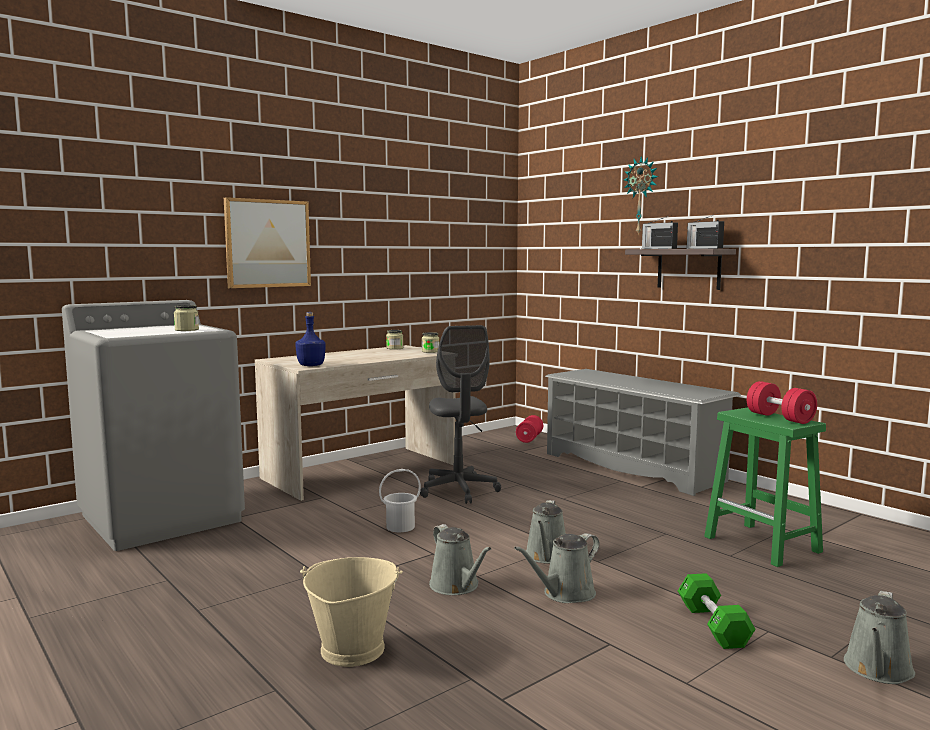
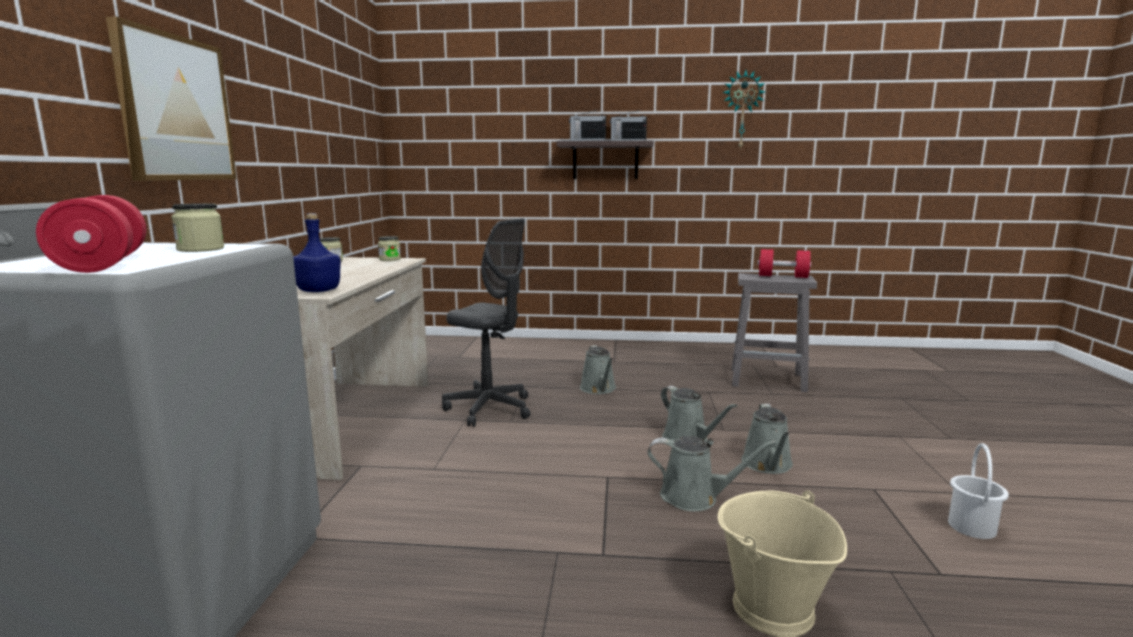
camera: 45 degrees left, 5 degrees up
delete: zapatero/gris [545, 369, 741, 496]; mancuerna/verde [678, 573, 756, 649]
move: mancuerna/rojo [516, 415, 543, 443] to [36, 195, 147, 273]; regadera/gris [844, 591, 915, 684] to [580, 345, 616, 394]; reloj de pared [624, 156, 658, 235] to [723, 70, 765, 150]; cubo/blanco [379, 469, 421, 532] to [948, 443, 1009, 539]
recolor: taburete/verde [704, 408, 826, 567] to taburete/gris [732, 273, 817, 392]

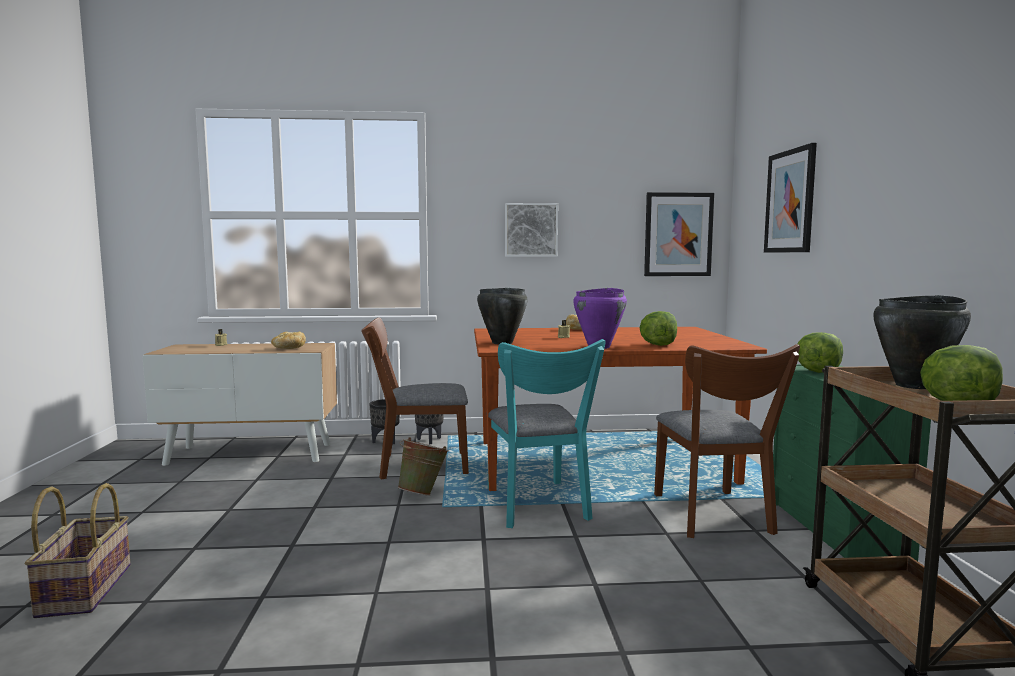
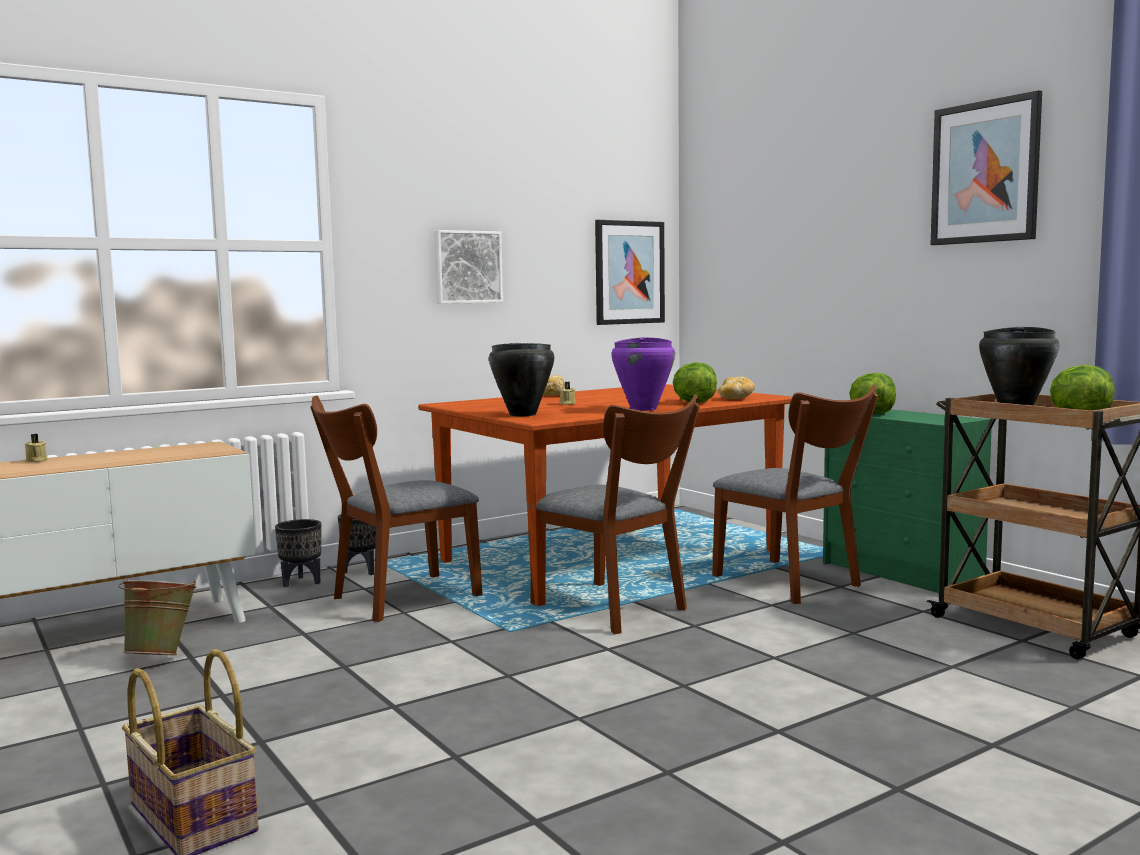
camera: 30 degrees left, 0 degrees up
move: cubo/verde [398, 437, 449, 496] to [118, 579, 197, 655]; pan [271, 332, 306, 349] to [718, 377, 755, 399]; cuadro [764, 143, 817, 252] to [931, 90, 1042, 245]
recolor: silla/turquesa [488, 339, 606, 528] to silla/marrón [529, 394, 700, 634]

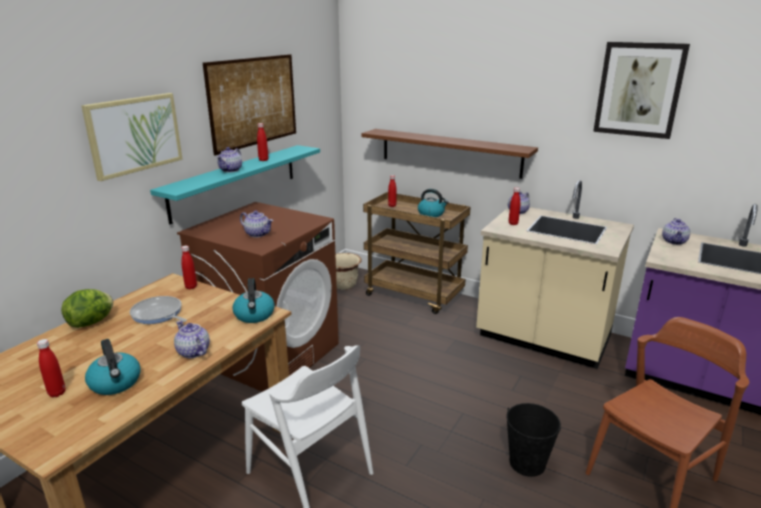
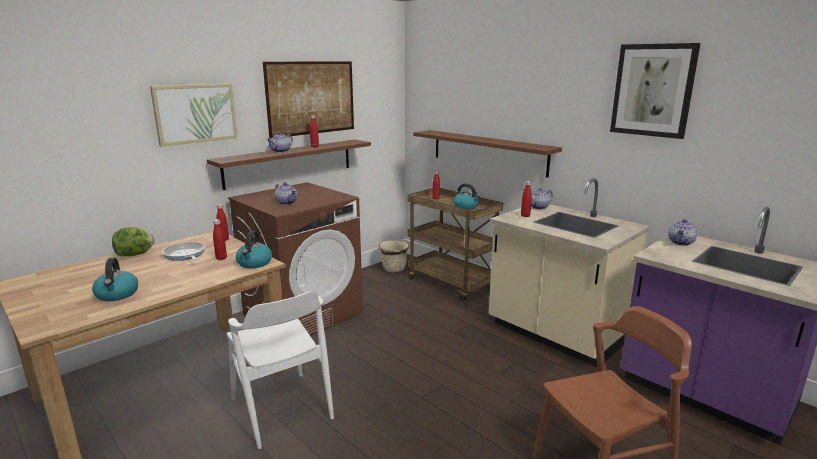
camera: 15 degrees right, 5 degrees down
delete: tetera [174, 321, 210, 358]; cubo/negro [506, 403, 561, 477]
move: botella/rojo [37, 339, 66, 397] to [213, 219, 227, 260]
recolor: estante/turquesa [150, 145, 320, 224] to estante/marrón [207, 139, 371, 190]

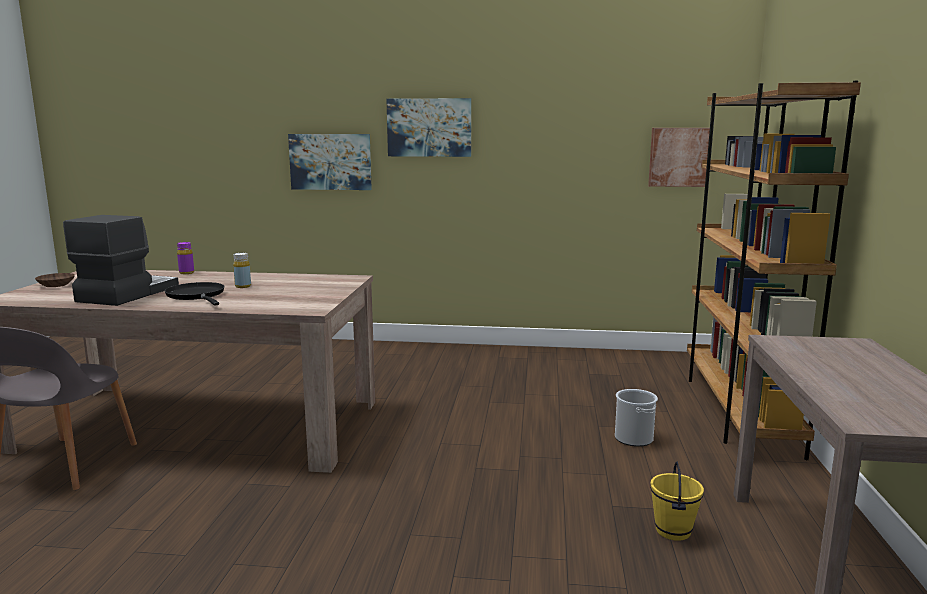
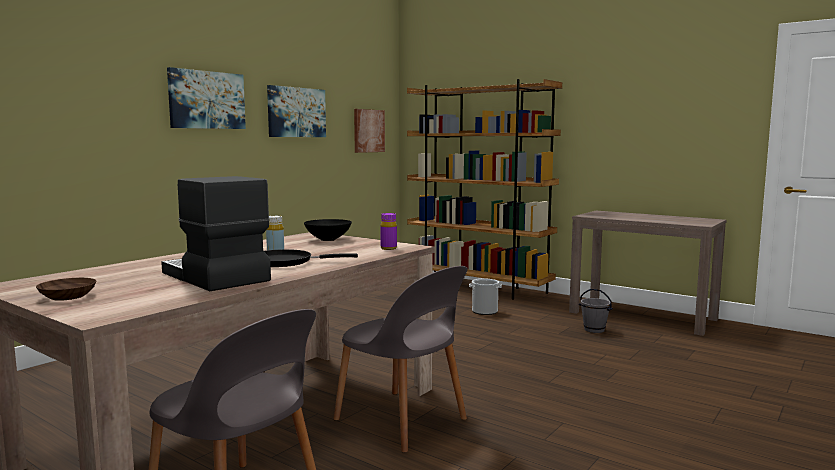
camera: 60 degrees left, 5 degrees down
insert: cuenco/negro [304, 219, 352, 241]; silla/gris [333, 266, 468, 453]
move: cuadro [288, 134, 372, 190] to [267, 85, 326, 137]; botella/morado [177, 242, 194, 274] to [380, 213, 397, 250]
recolor: cubo/amarillo [650, 462, 704, 541] to cubo/gris [579, 289, 613, 333]

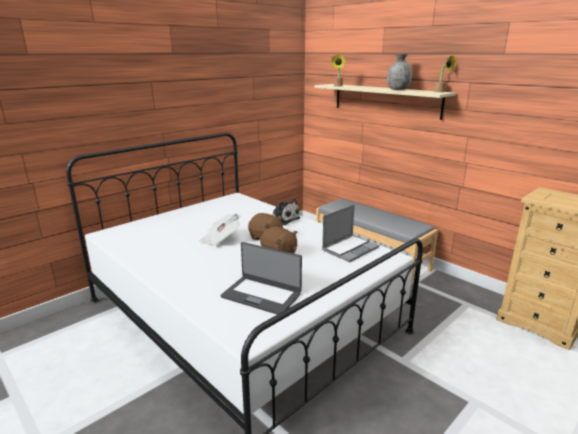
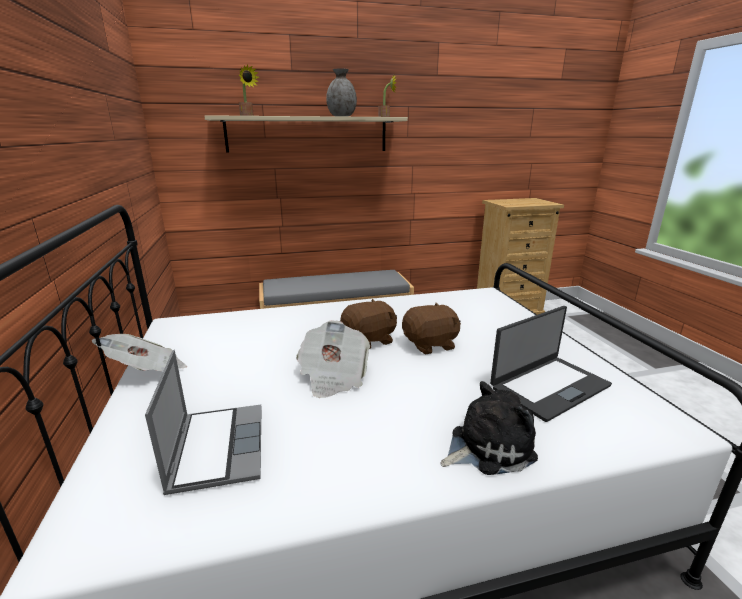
camera: 60 degrees left, 0 degrees up
insert: periódico [92, 334, 188, 371]
move: portátil [322, 204, 379, 262] to [145, 350, 262, 495]; peluche [273, 199, 300, 225] to [441, 381, 538, 475]

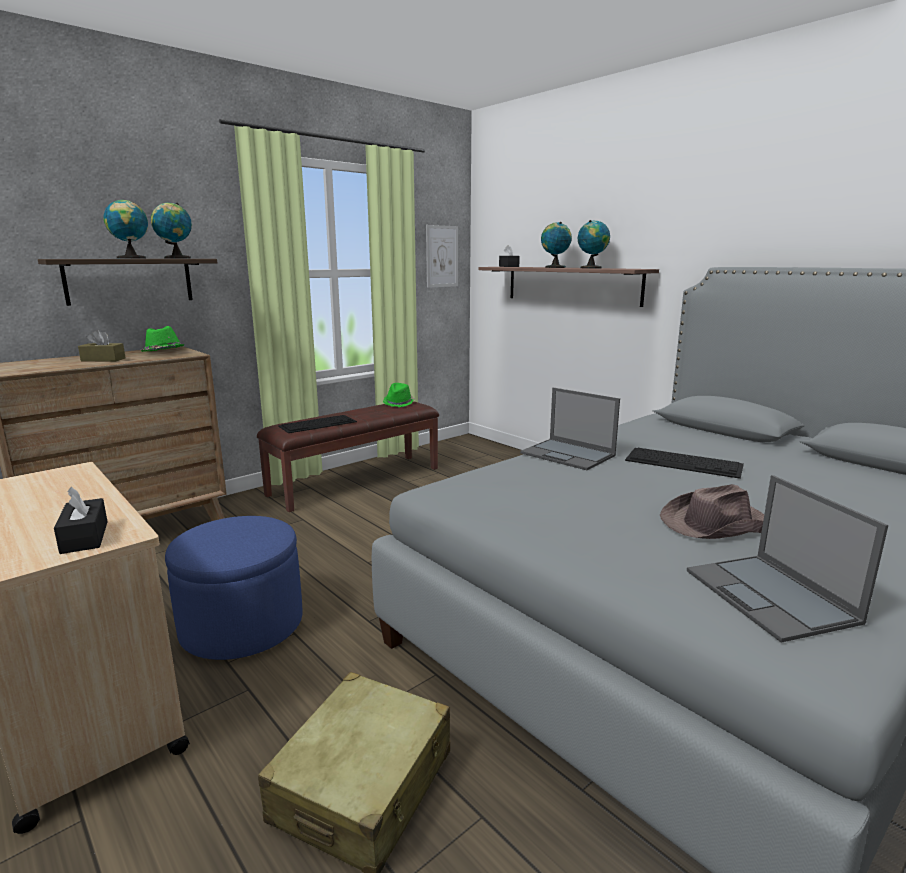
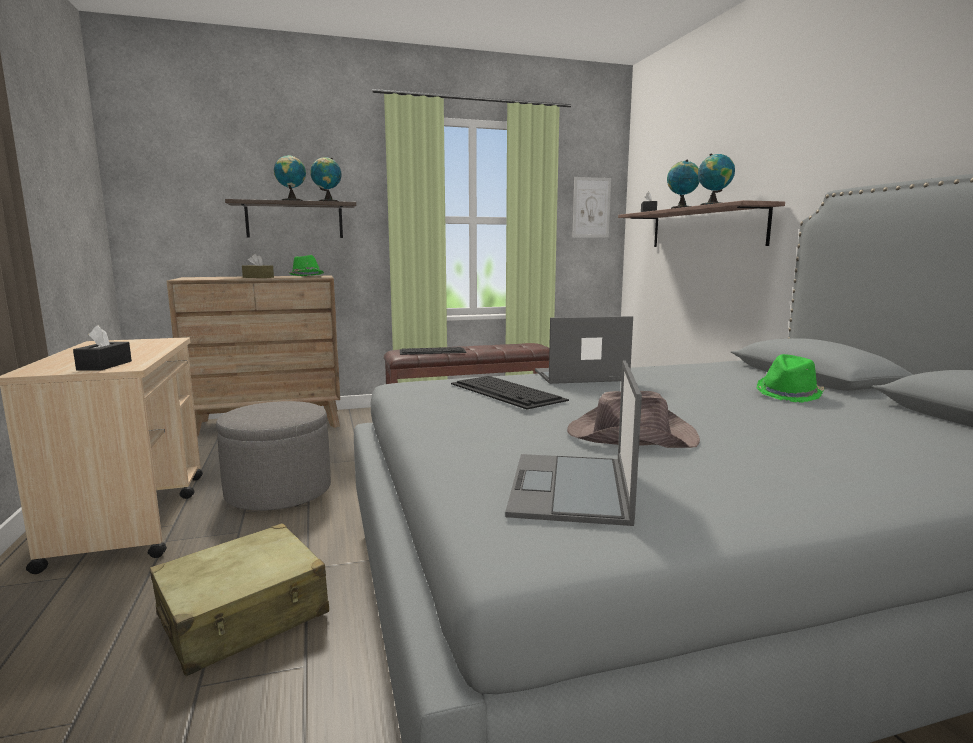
camera: 25 degrees right, 5 degrees down
move: teclado [625, 448, 744, 479] to [451, 376, 569, 410]; sombrero/verde [383, 383, 415, 407] to [756, 354, 824, 403]
recolor: puf/azul [165, 516, 303, 660] to puf/gris [216, 401, 331, 511]
rotate: portátil [520, 388, 620, 470] = [535, 316, 633, 384] 105 degrees clockwise

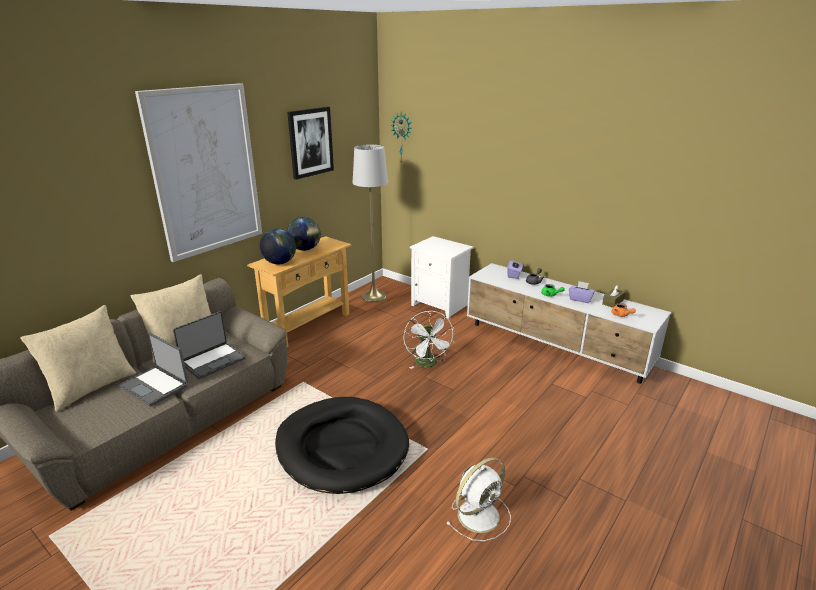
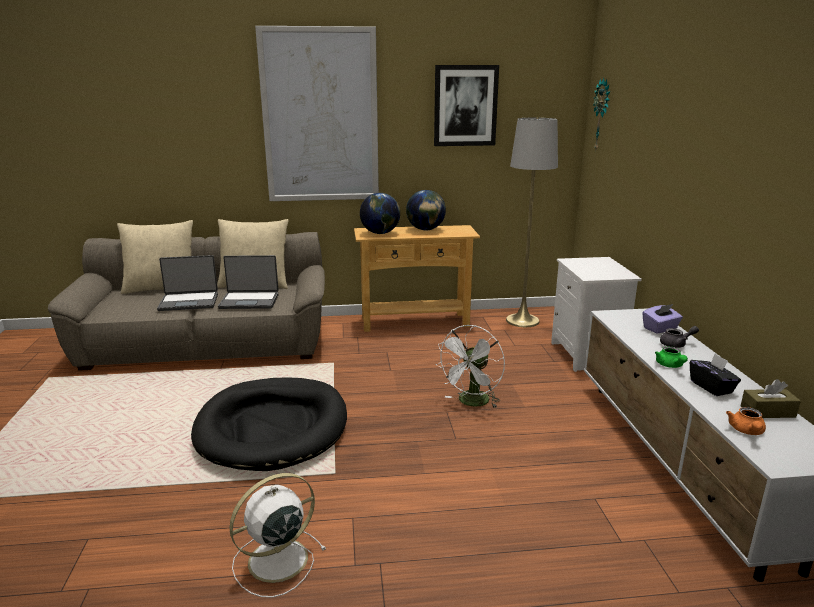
camera: 45 degrees right, 5 degrees down
recolor: caja de pañuelos/morado [569, 281, 595, 303] to caja de pañuelos/negro [690, 353, 741, 396]
rotate: portátil [119, 333, 188, 407] = [157, 255, 218, 311] 90 degrees counterclockwise; ventilador/blanco [446, 457, 511, 541] = [230, 473, 326, 598] 135 degrees clockwise

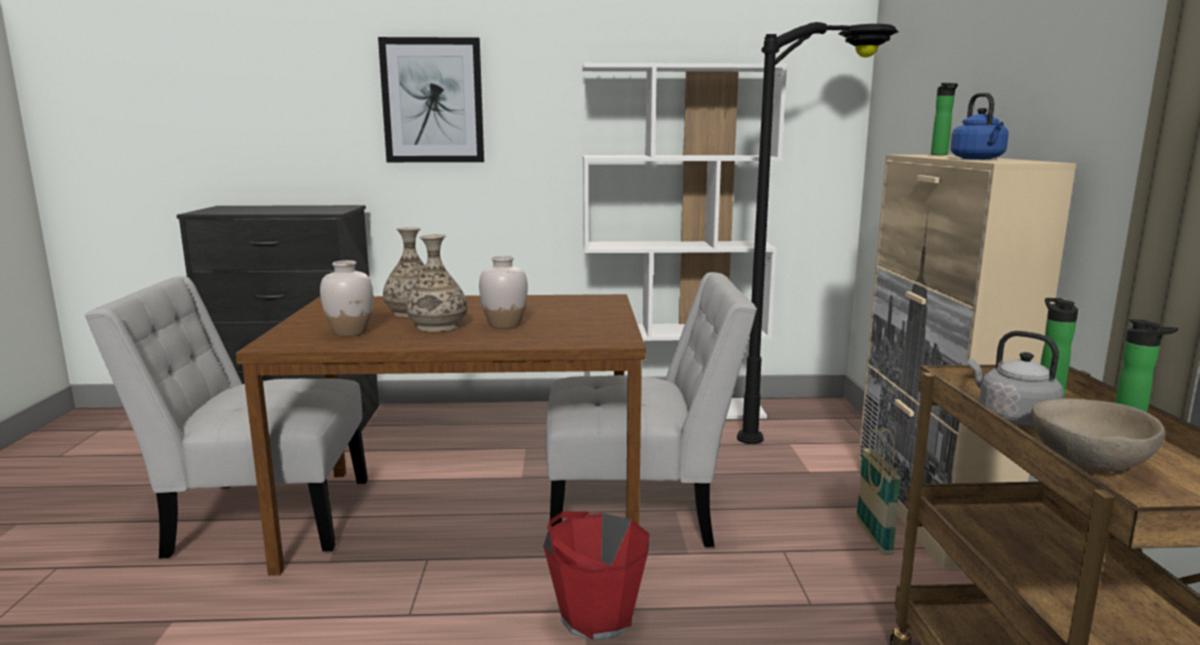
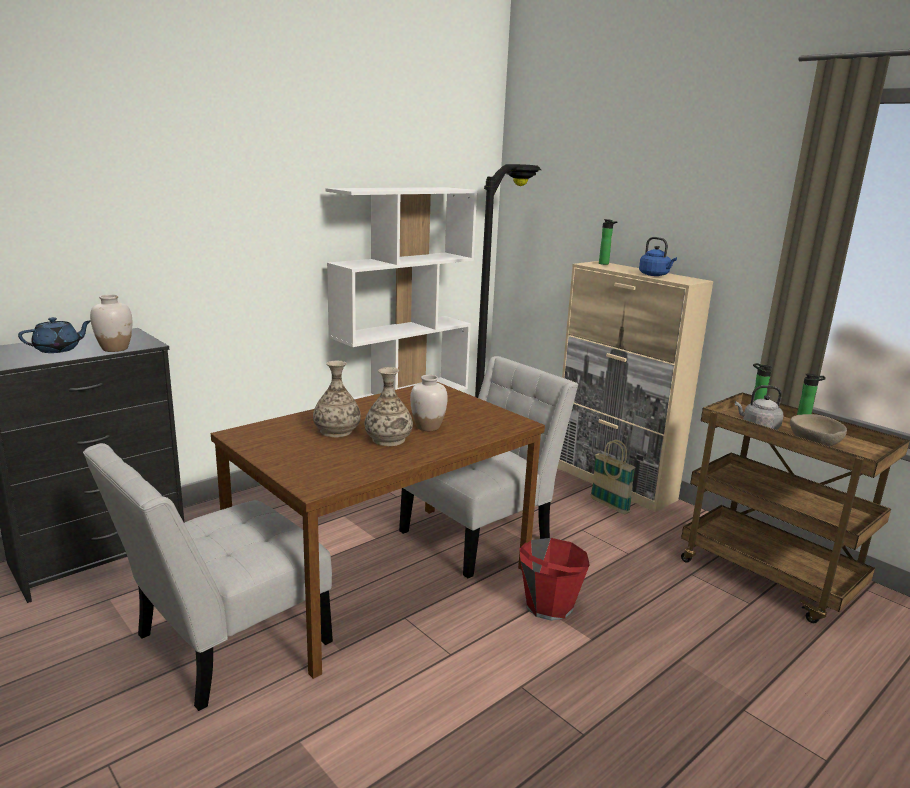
camera: 40 degrees left, 5 degrees up
delete: cuadro [378, 37, 484, 162]
insert: tetera/azul [18, 317, 91, 353]
move: florero/blanco [320, 260, 373, 337] to [90, 294, 132, 352]

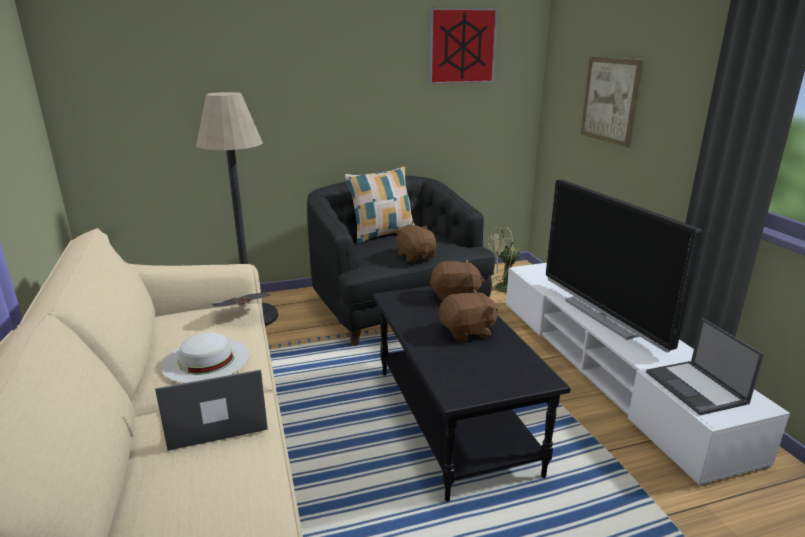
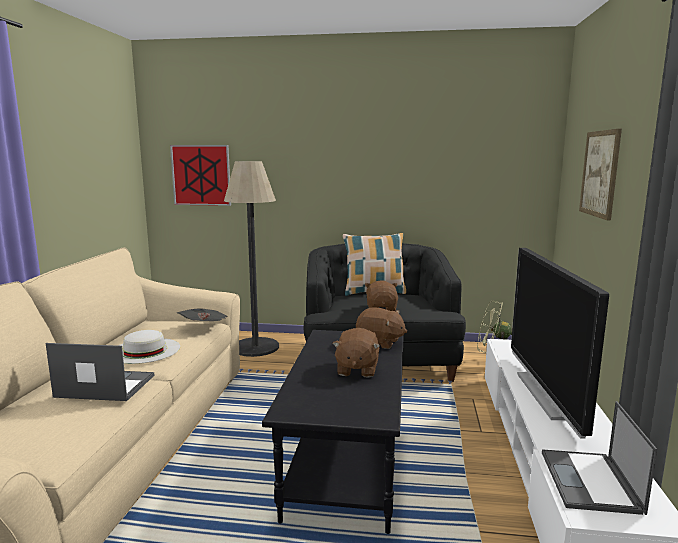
camera: 25 degrees right, 10 degrees down
move: cuadro [429, 8, 498, 84] to [170, 145, 231, 206]
rotate: peluche/marrón [439, 289, 498, 342] = [332, 328, 380, 378] 90 degrees clockwise

